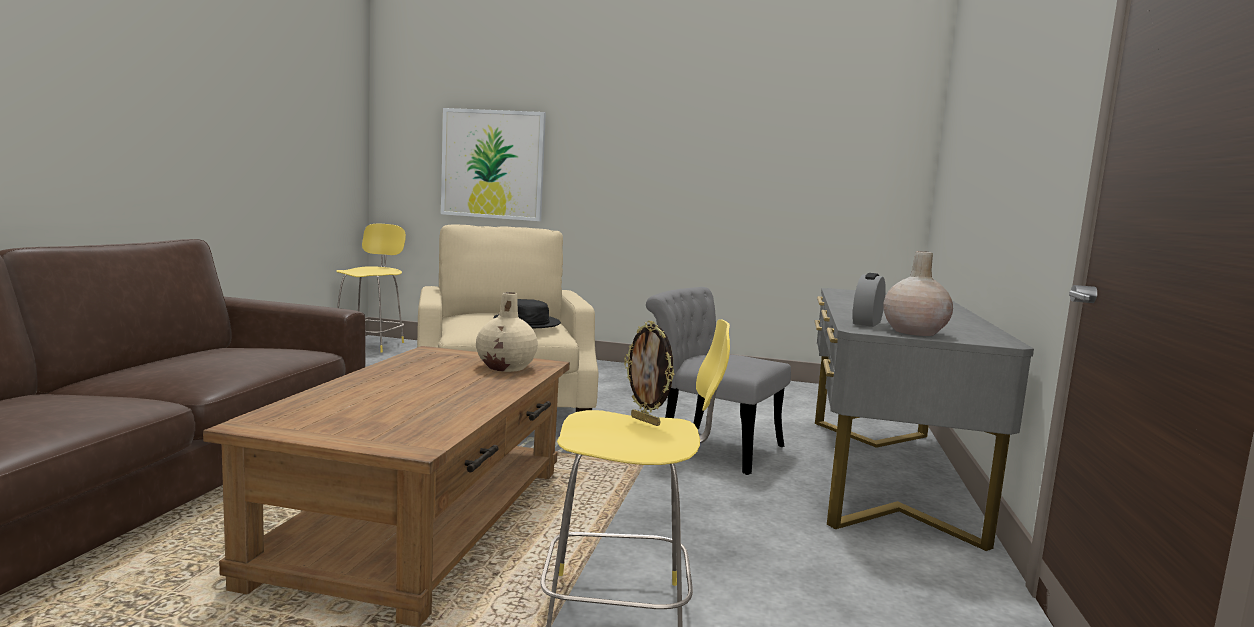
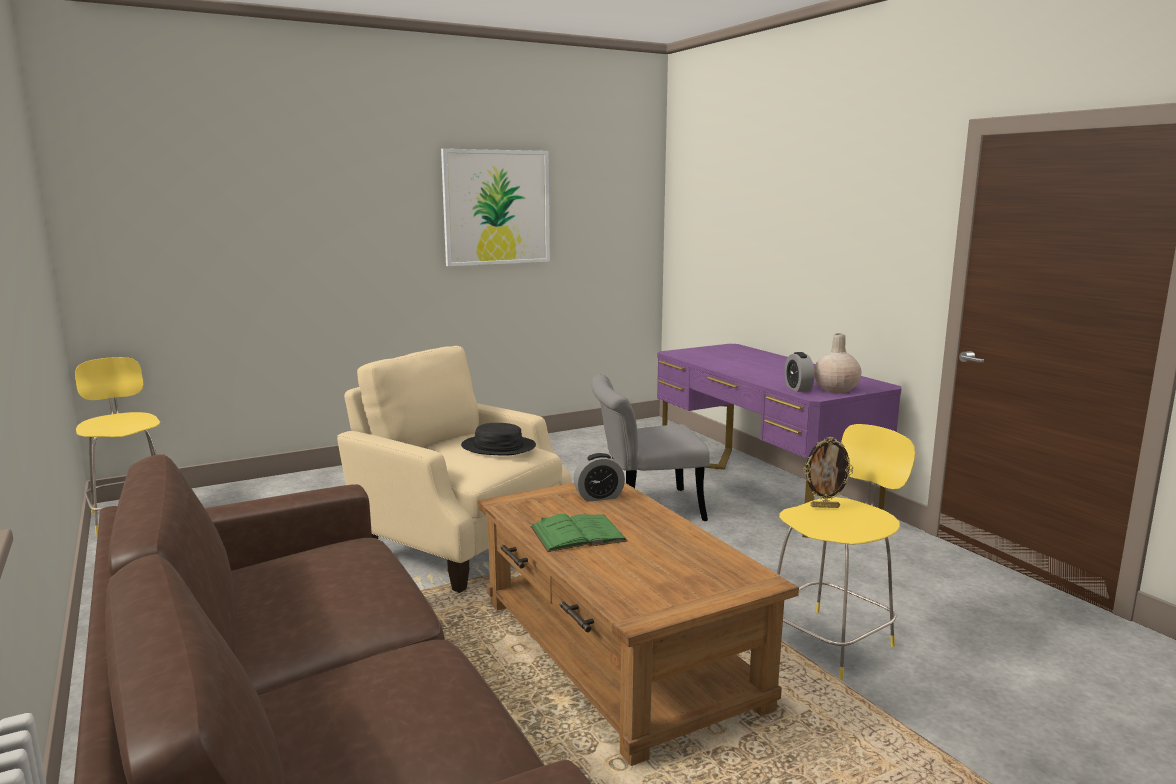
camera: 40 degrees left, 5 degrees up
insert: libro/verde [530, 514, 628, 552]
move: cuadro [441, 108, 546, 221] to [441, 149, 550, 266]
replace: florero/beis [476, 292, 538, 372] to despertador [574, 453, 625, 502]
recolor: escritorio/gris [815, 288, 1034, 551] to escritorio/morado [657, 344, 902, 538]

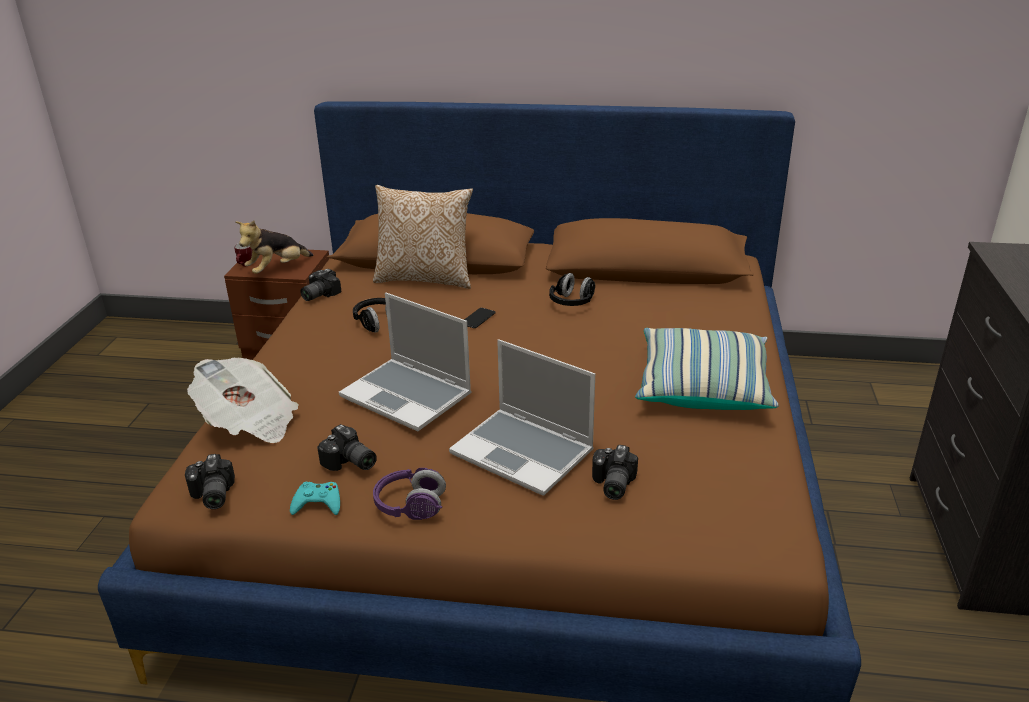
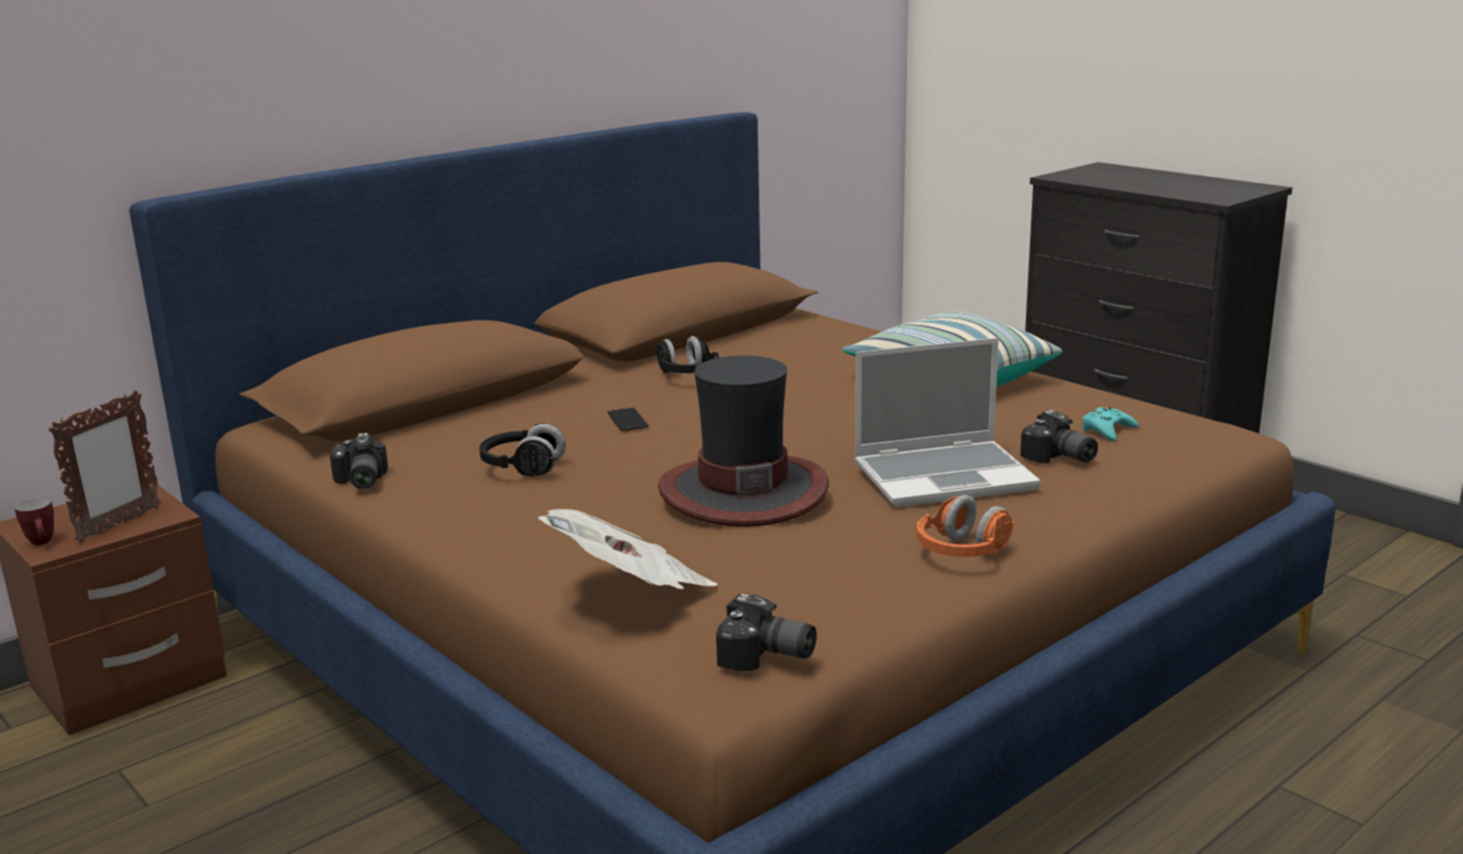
camera: 50 degrees left, 10 degrees down
delete: cámara [317, 424, 377, 471]; cojín [373, 185, 473, 289]
move: mando de consola/turquesa [290, 482, 340, 515] to [1082, 407, 1139, 441]
replace: peluche [235, 220, 313, 274] to portarretratos [48, 390, 161, 543]; portátil [339, 293, 472, 431] to sombrero [658, 356, 829, 527]
recolor: auriculares/morado [373, 468, 446, 520] to auriculares/naranja [916, 495, 1015, 557]

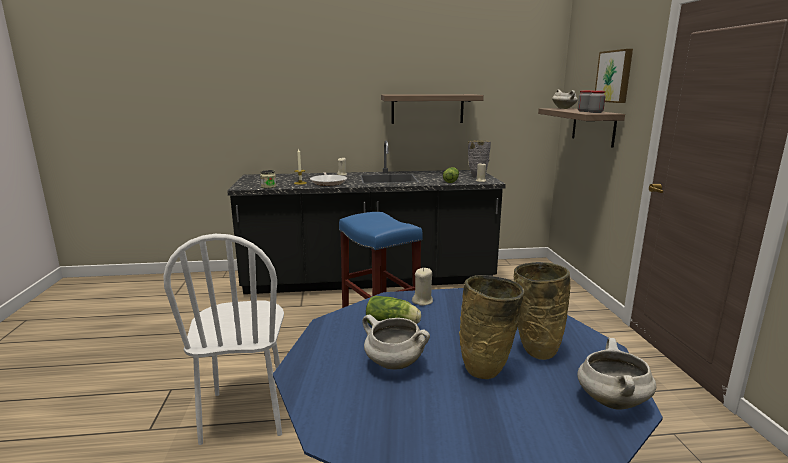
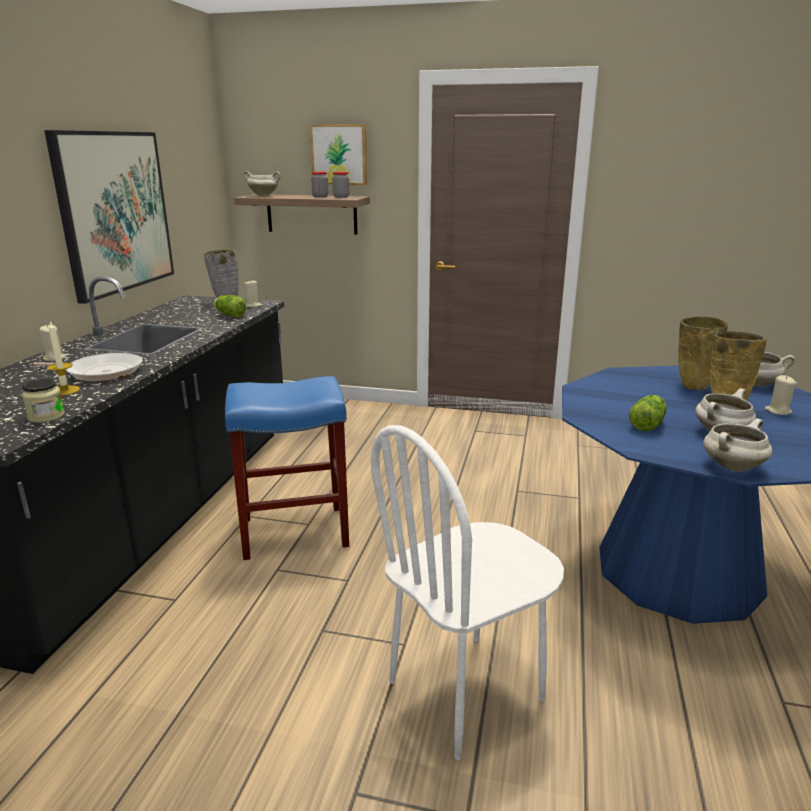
camera: 70 degrees left, 5 degrees up
insert: olla/blanco [703, 418, 772, 472]
move: vela/beis [412, 268, 433, 306] to [764, 375, 797, 415]
replace: estante [381, 94, 484, 124] to cuadro [44, 130, 174, 304]
rotate: silla/blanco [163, 234, 284, 445] = [371, 425, 564, 760] 135 degrees clockwise

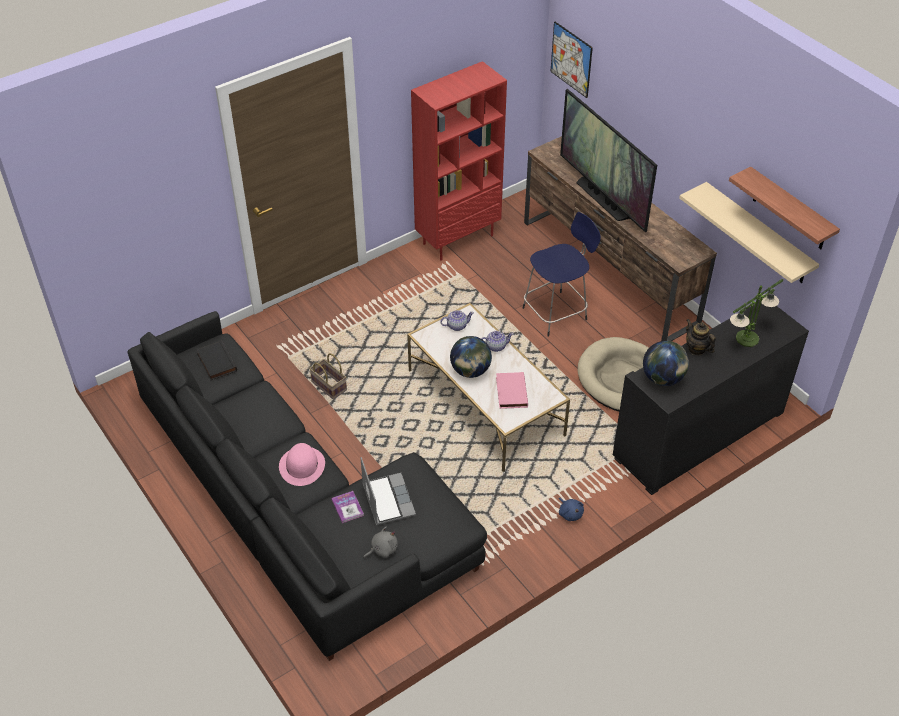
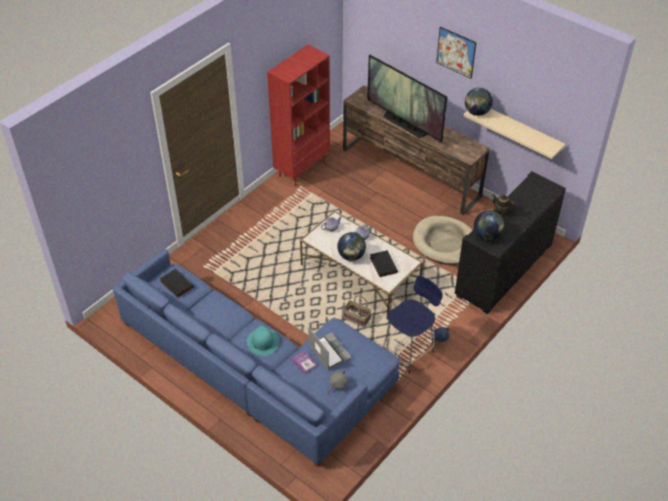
camera: 15 degrees left, 0 degrees up
delete: estante [729, 167, 840, 249]; lámpara de mesa [730, 279, 783, 347]
insert: globo terráqueo [465, 88, 493, 116]
move: cesta [309, 353, 347, 399] to [343, 295, 372, 328]; taburete/azul [523, 212, 601, 337] to [383, 276, 443, 373]; cuadro [550, 22, 593, 98] to [436, 27, 476, 79]
recolor: sofá/negro [128, 311, 487, 661] to sofá/azul [113, 249, 400, 467]; sombrero/rosa [279, 443, 325, 486] to sombrero/turquesa [247, 326, 279, 356]; libro/rosa [496, 372, 528, 409] to libro/negro [370, 250, 398, 277]

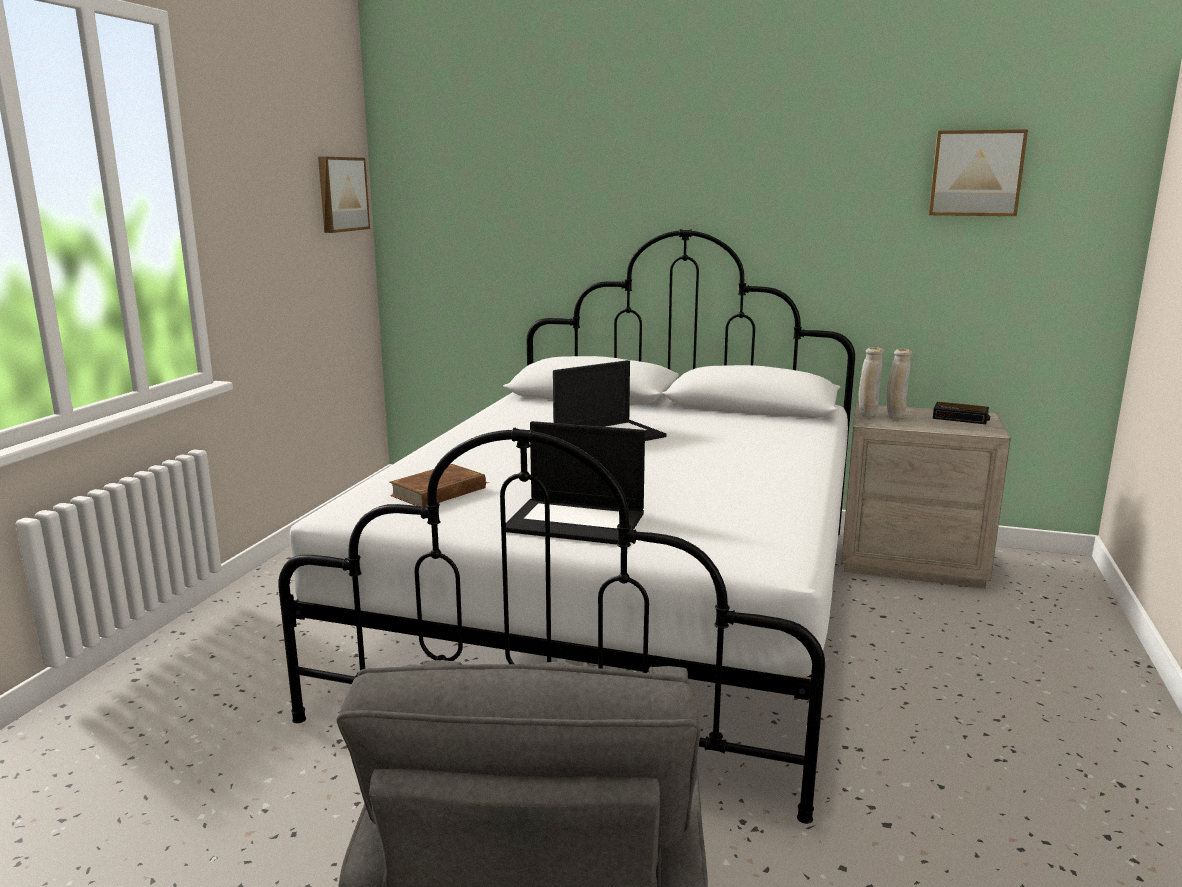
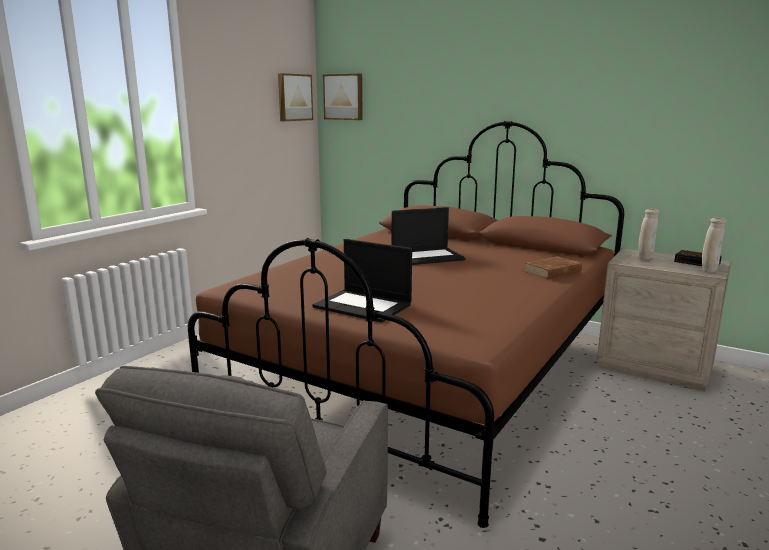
camera: 15 degrees right, 0 degrees up
move: cuadro [929, 129, 1028, 216] to [323, 74, 363, 120]; libro/marrón [389, 464, 488, 507] to [524, 256, 582, 279]; florero/beis [859, 347, 884, 417] to [702, 218, 727, 273]
recolor: cama/blanco [278, 229, 855, 824] to cama/marrón [188, 121, 624, 528]

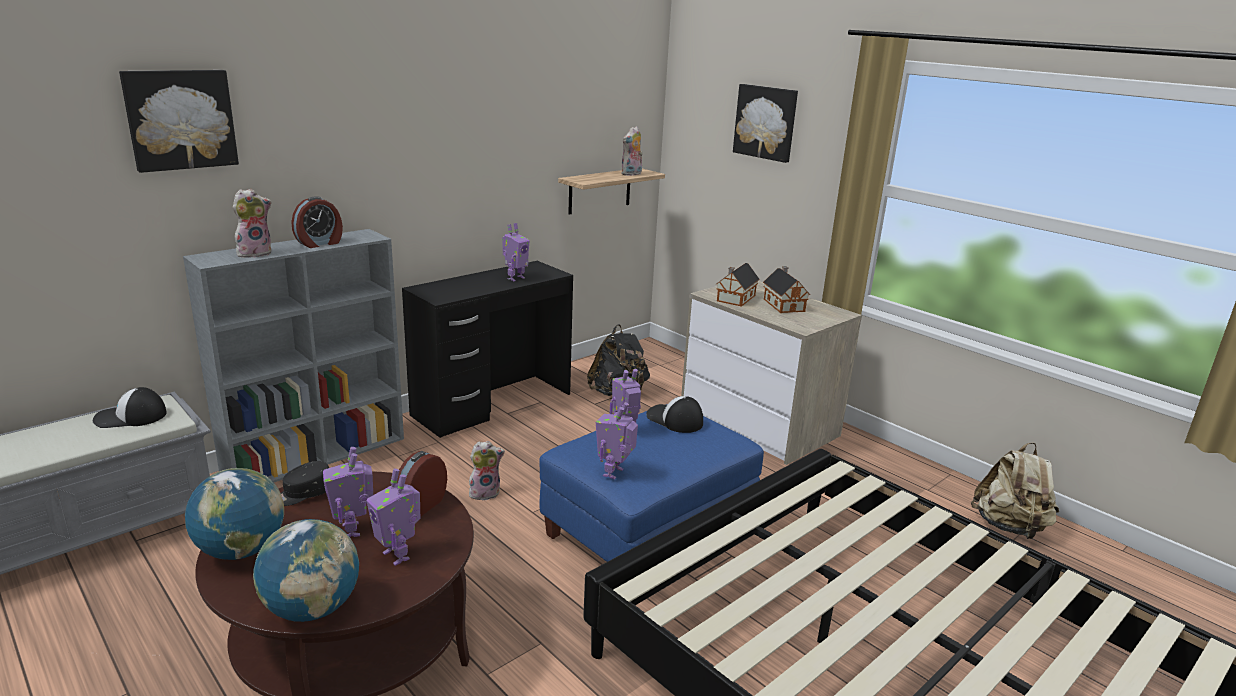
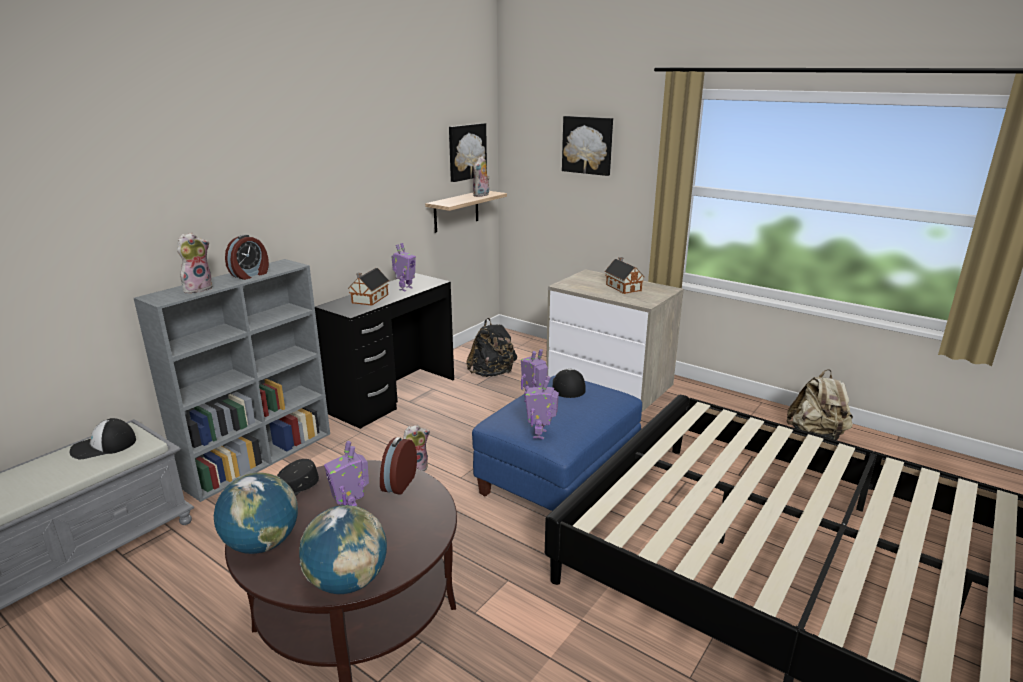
camera: 10 degrees left, 0 degrees up
delete: robot de juguete [366, 469, 420, 566]
move: casita [716, 263, 760, 307] to [348, 268, 389, 305]; cuadro [119, 70, 239, 173] to [449, 123, 487, 182]
rotate: gorra [646, 396, 703, 433] = [553, 369, 586, 398] 60 degrees clockwise

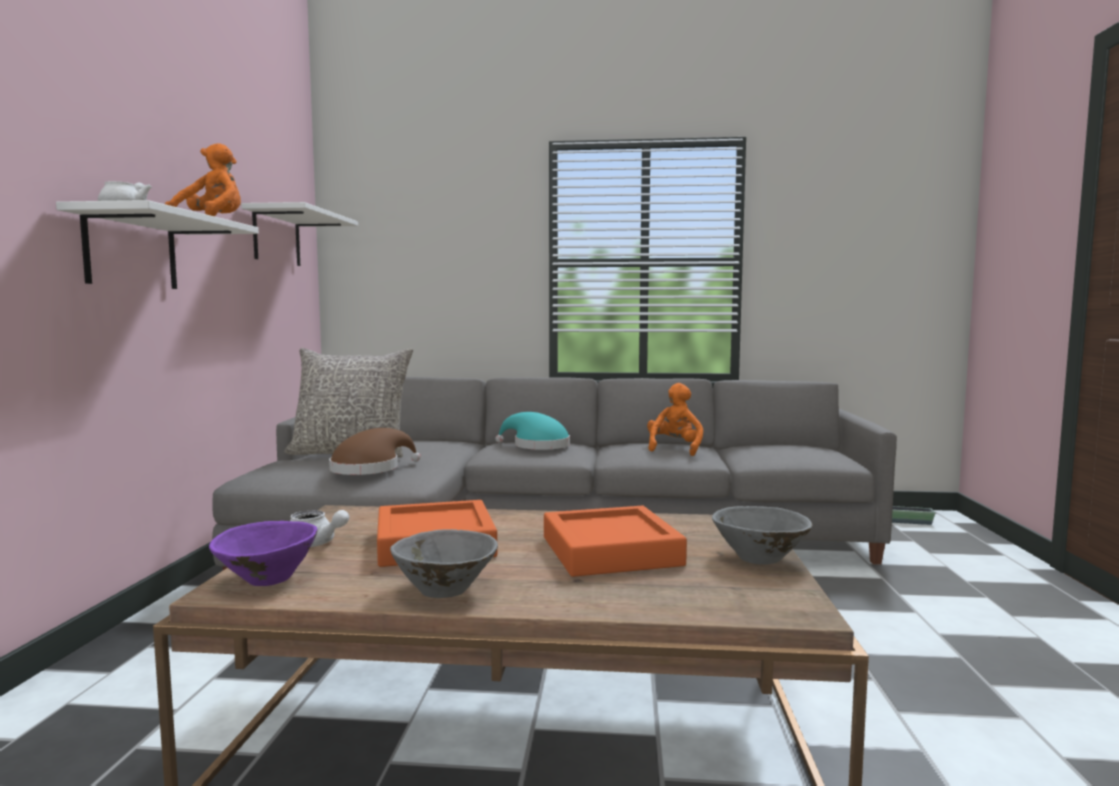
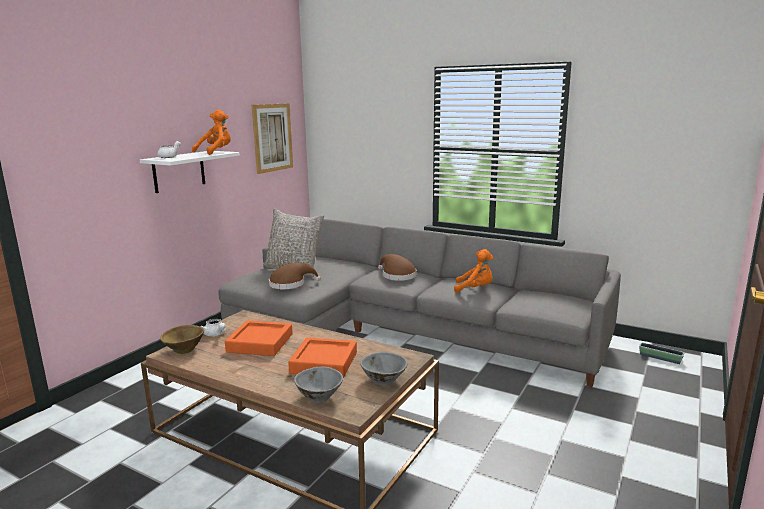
camera: 25 degrees right, 10 degrees up
move: cuenco/gris [390, 529, 498, 598] to [294, 367, 343, 403]
replace: estante/blanco [241, 202, 358, 266] to cuadro [252, 103, 293, 174]
recolor: cuenco/morado [209, 521, 318, 586] to cuenco/marrón [160, 325, 204, 354]; sombrero/turquesa [495, 412, 570, 450] to sombrero/marrón [378, 254, 416, 281]
rotate: peluche/naranja [647, 383, 703, 456] = [454, 249, 493, 293] 60 degrees clockwise

